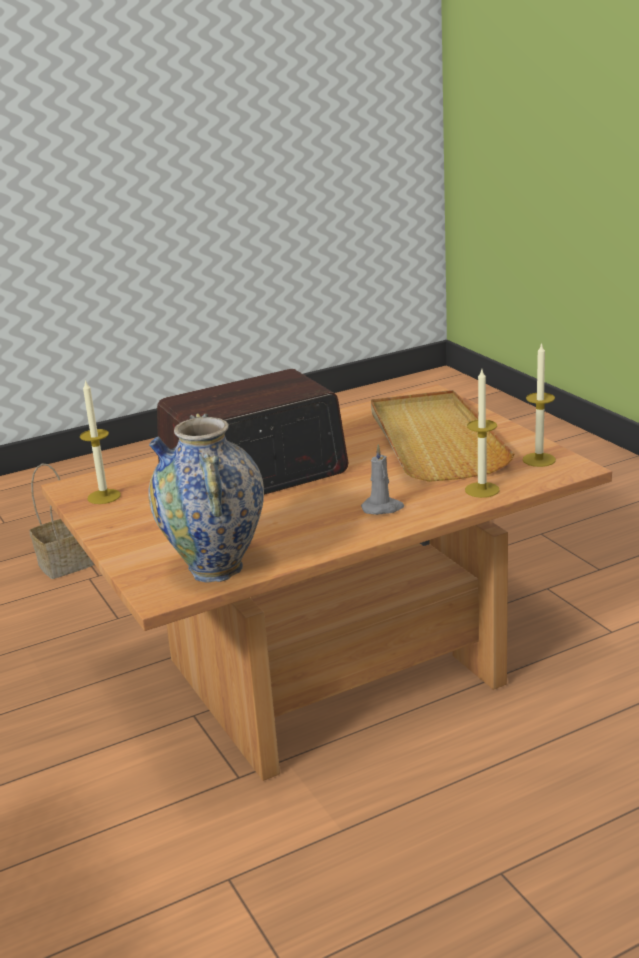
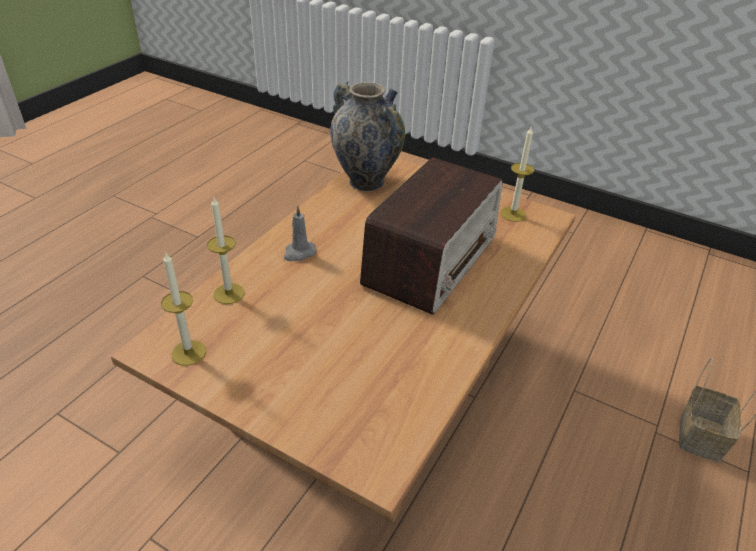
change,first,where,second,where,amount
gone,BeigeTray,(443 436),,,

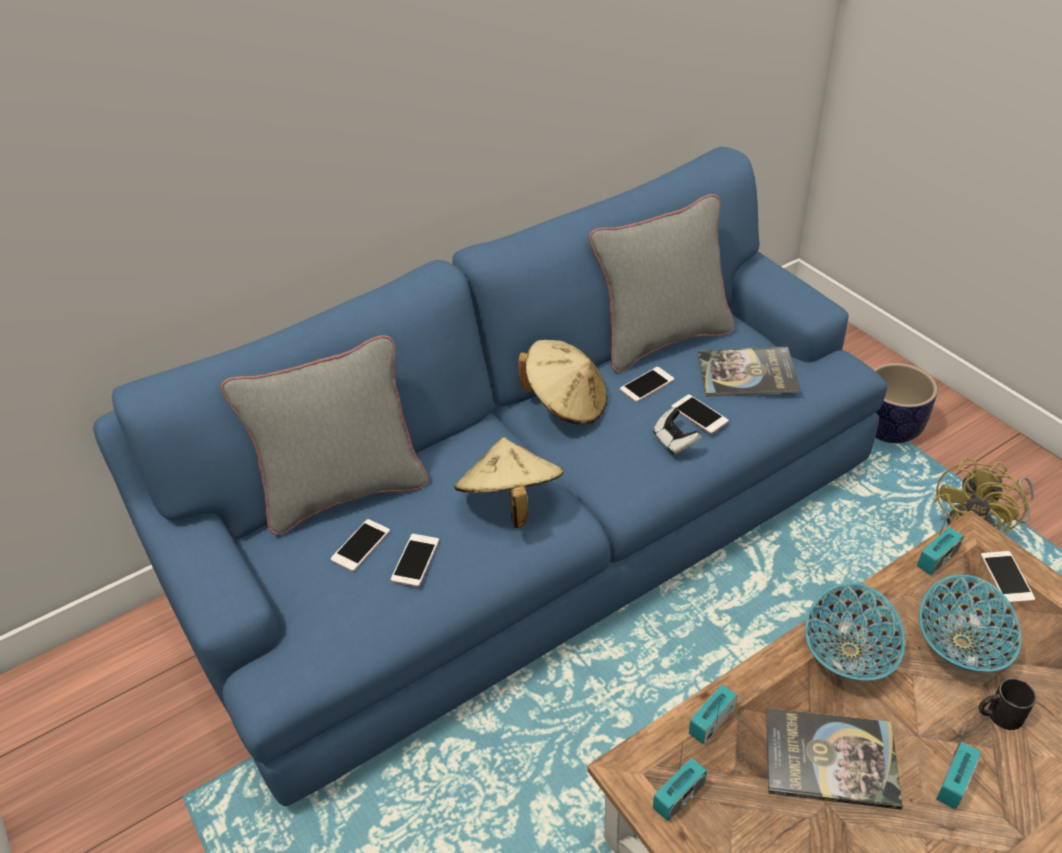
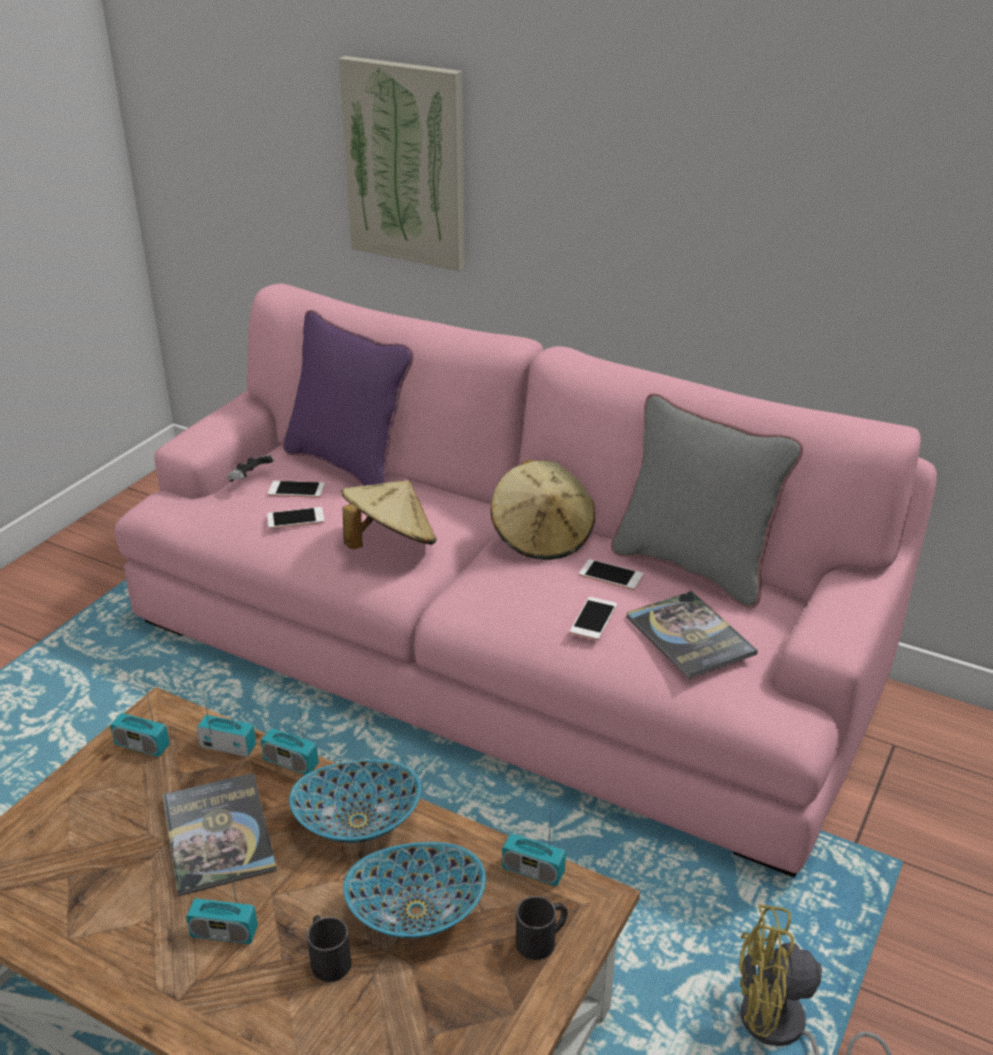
change,first,where,second,where,amount
repainted,BlueSofa,(490 476),PinkSofa,(526 581),
shifted,GameController,(677 431),,(250 468),
new,,,Radio,(289 736),
repainted,GreyPillow,(324 435),PurplePillow,(348 398),
new,,,Picture,(401 163),
swapped,Phone,(1007 577),BlackMug,(542 928),
gone,Planter,(905 403),,,

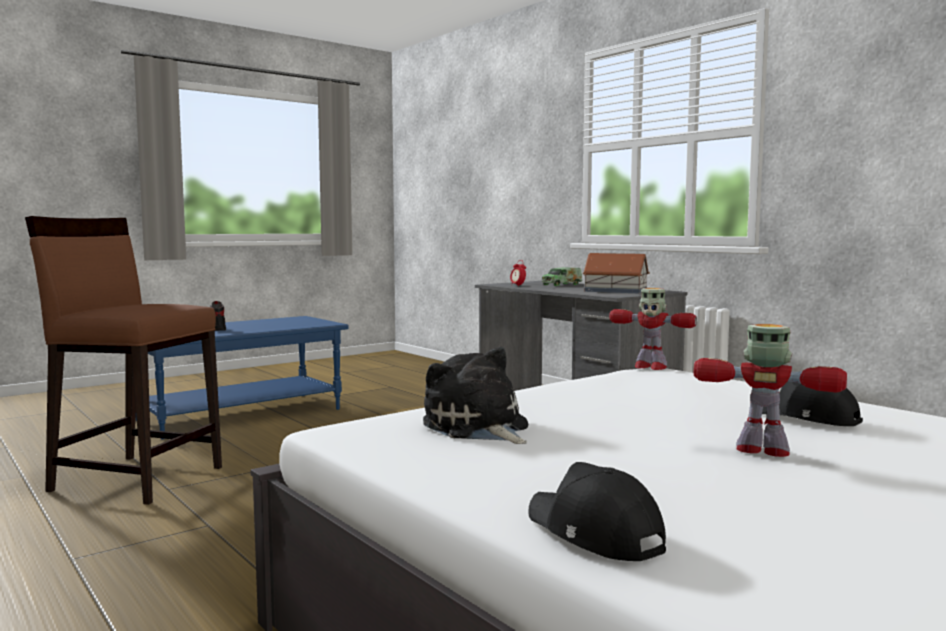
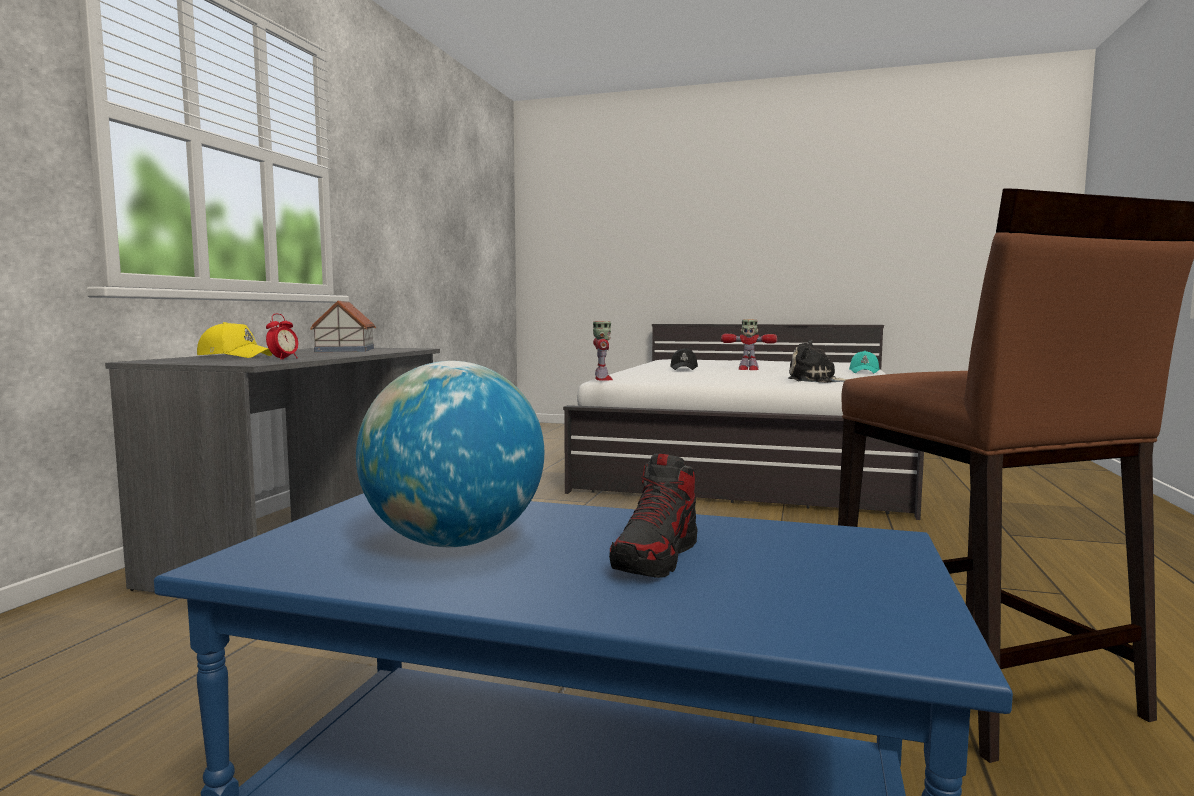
change,first,where,second,where,amount
swapped,ToyTruck,(562 277),YellowCap,(234 340),
new,,,Globe,(450 454),
rotated,ToyRobot,(770 390),,(749 344),60 degrees counterclockwise
rotated,PlushToy,(475 395),,(818 361),90 degrees clockwise
repainted,BlackCap,(597 511),TurquoiseCap,(864 362),

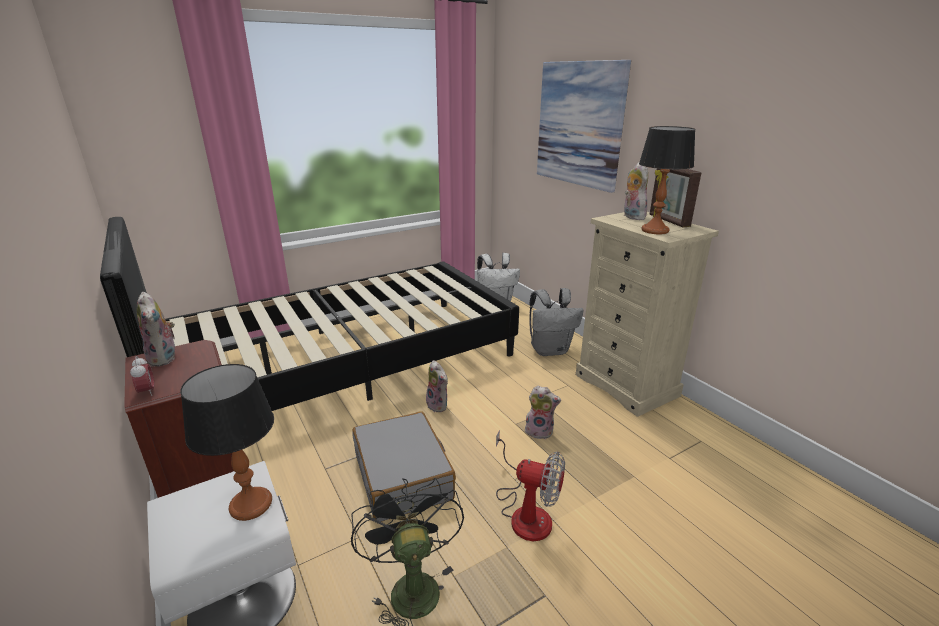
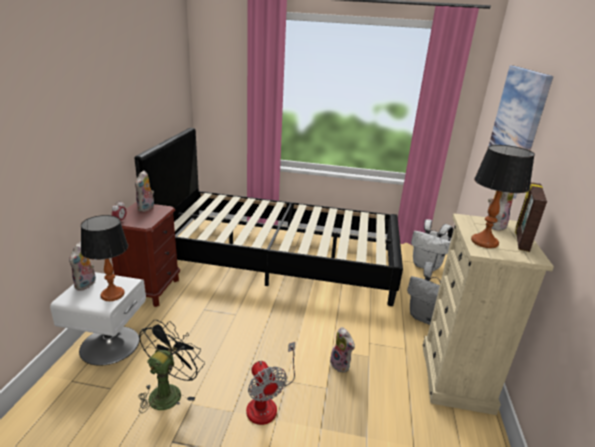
change,first,where,second,where,amount
shifted,PlushToy,(437 386),,(82 266),
gone,GreySuitcase,(404 466),,,

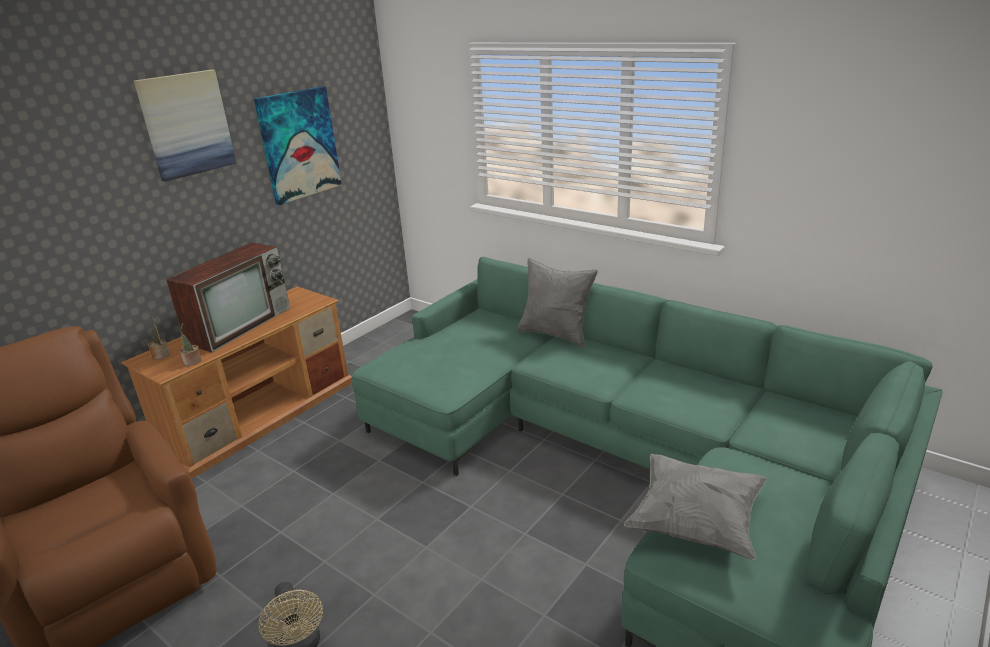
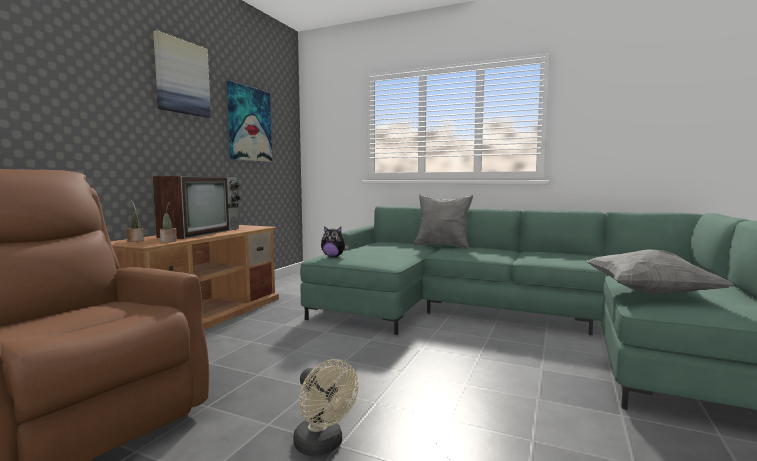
change,first,where,second,where,amount
new,,,PlushToy,(335 241),

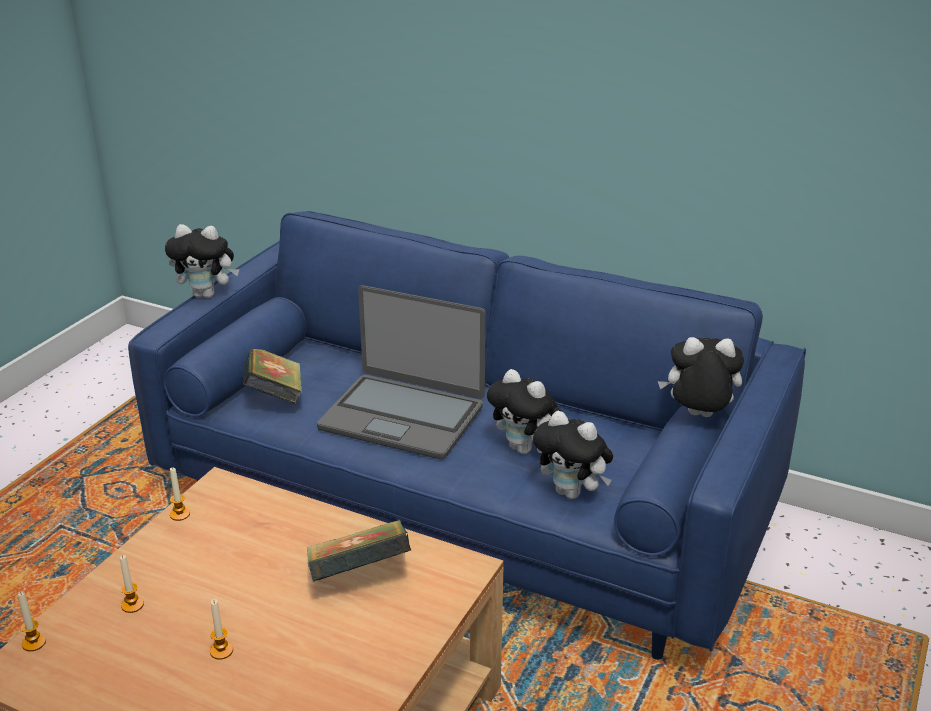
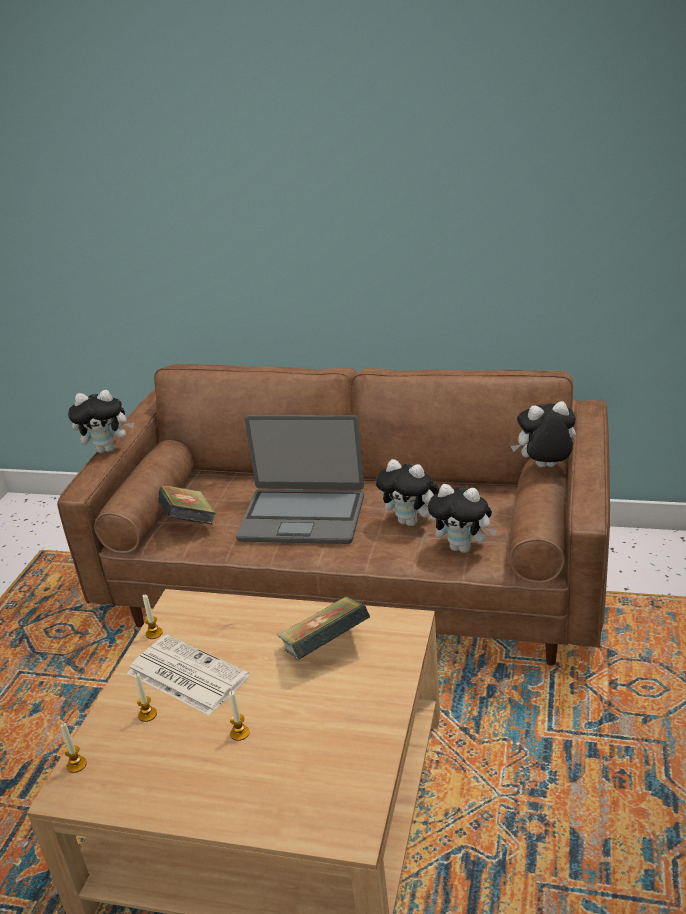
change,first,where,second,where,amount
repainted,BlueSofa,(467 435),BrownSofa,(333 515),
new,,,Newspaper,(188 675),

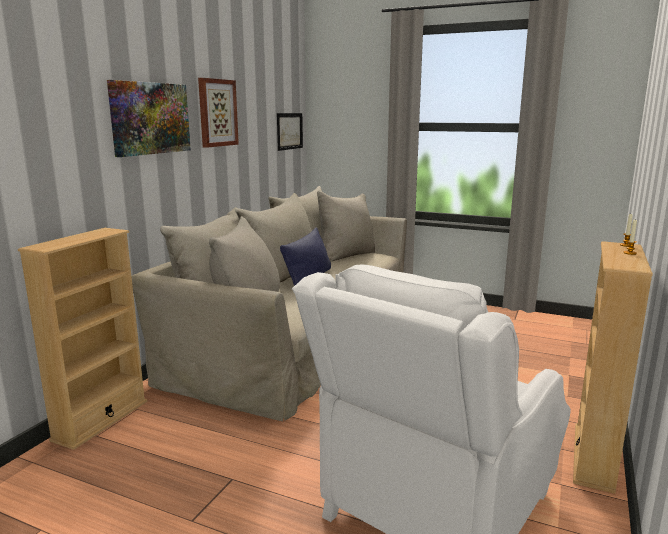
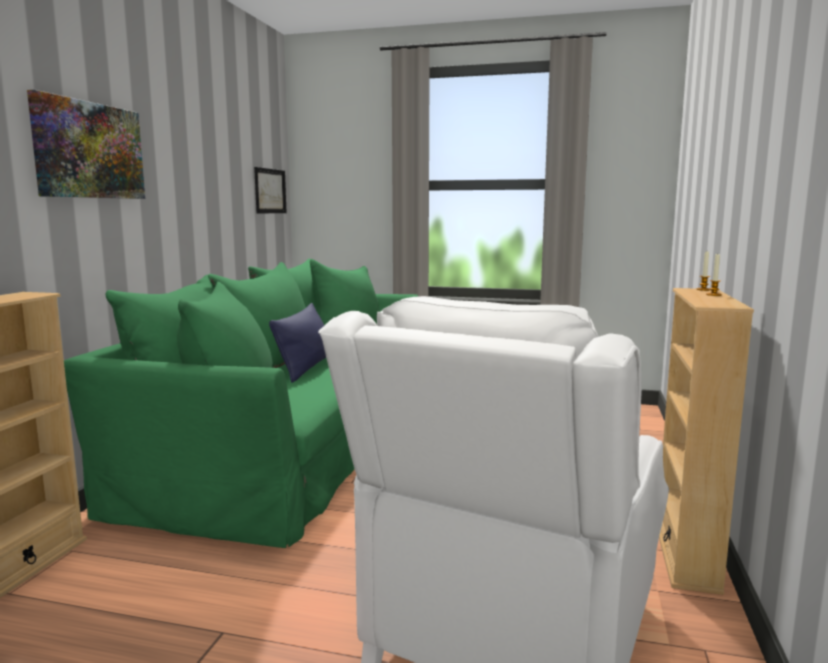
change,first,where,second,where,amount
repainted,BeigeSofa,(269 303),GreenSofa,(241 403),
gone,Picture,(218 113),,,

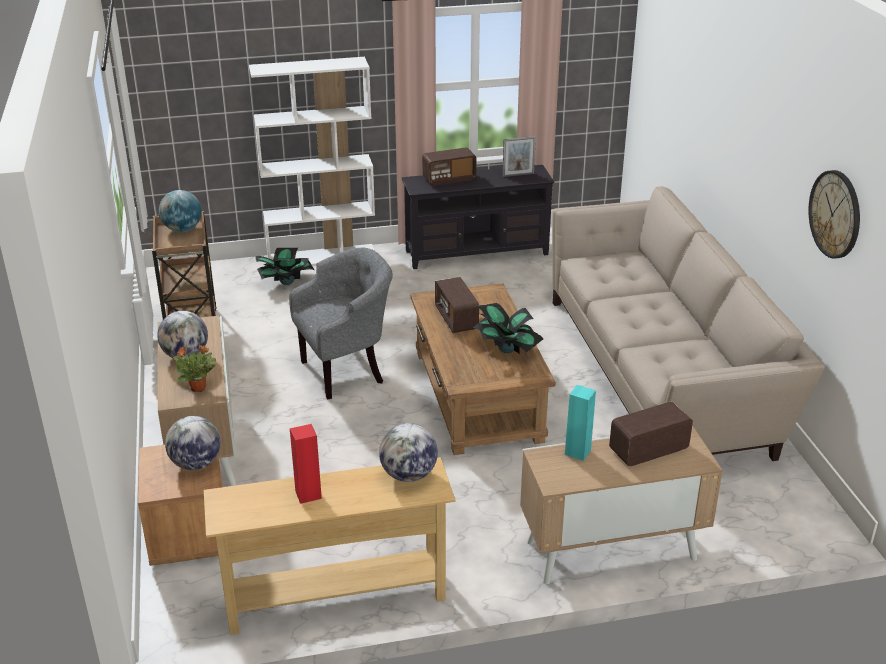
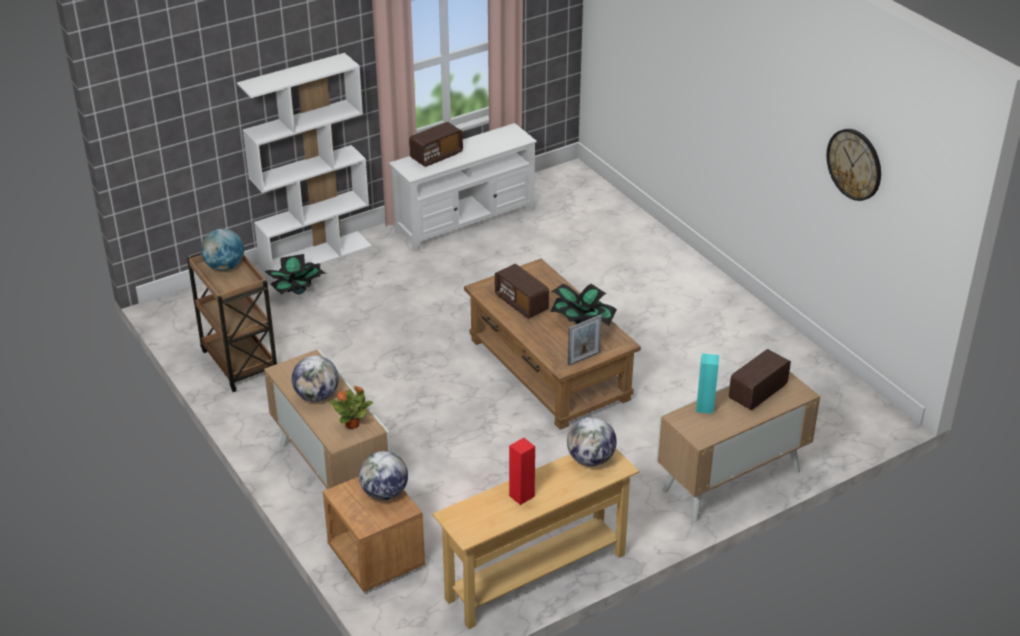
change,first,where,second,where,amount
repainted,BlackTvStand,(478 217),WhiteTvStand,(463 187),
shifted,PictureFrame,(519 156),,(585 340),
gone,GreyArmchair,(341 324),,,
gone,BeigeSofa,(688 323),,,

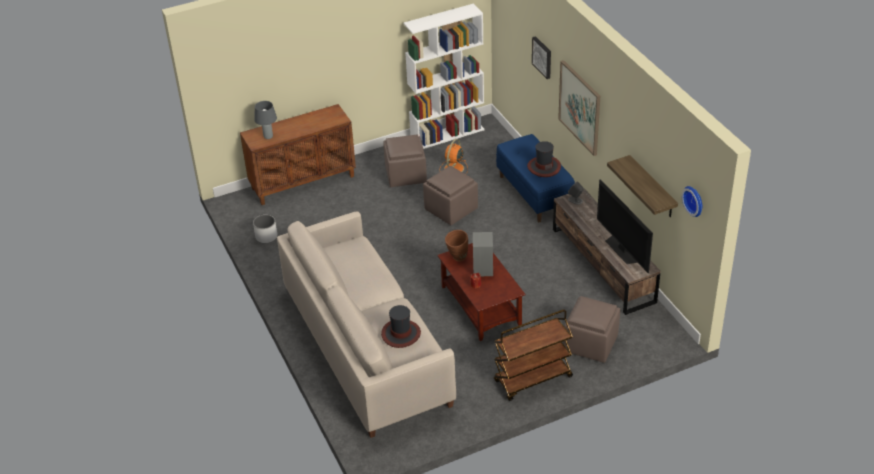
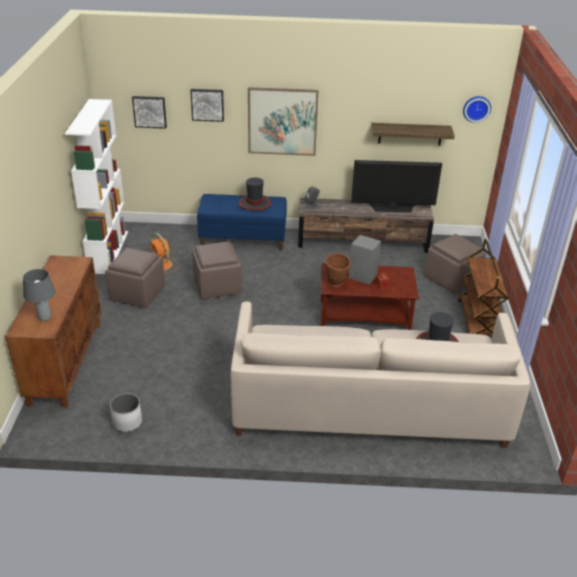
change,first,where,second,where,amount
new,,,Picture,(149 112),

